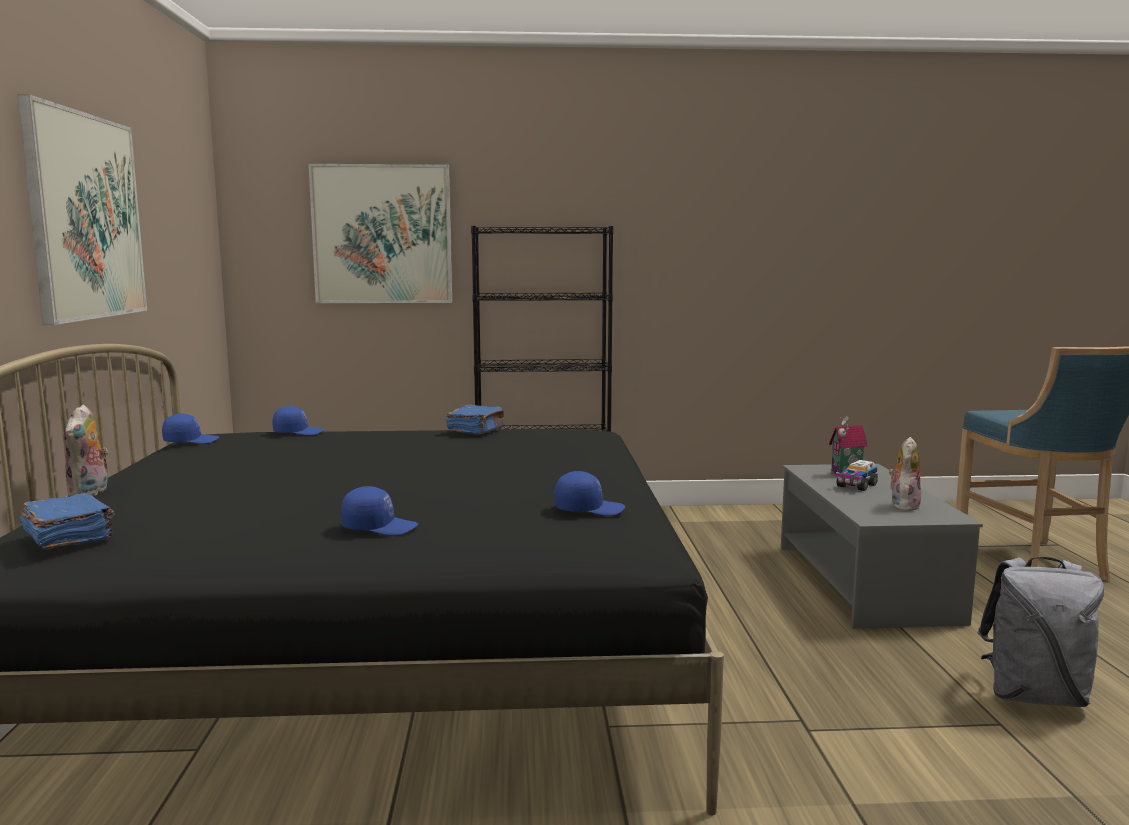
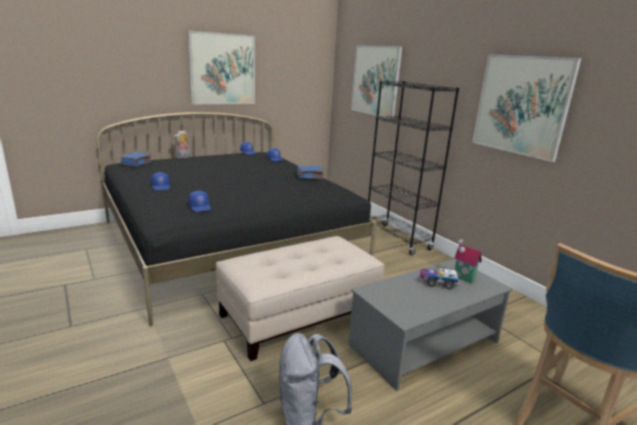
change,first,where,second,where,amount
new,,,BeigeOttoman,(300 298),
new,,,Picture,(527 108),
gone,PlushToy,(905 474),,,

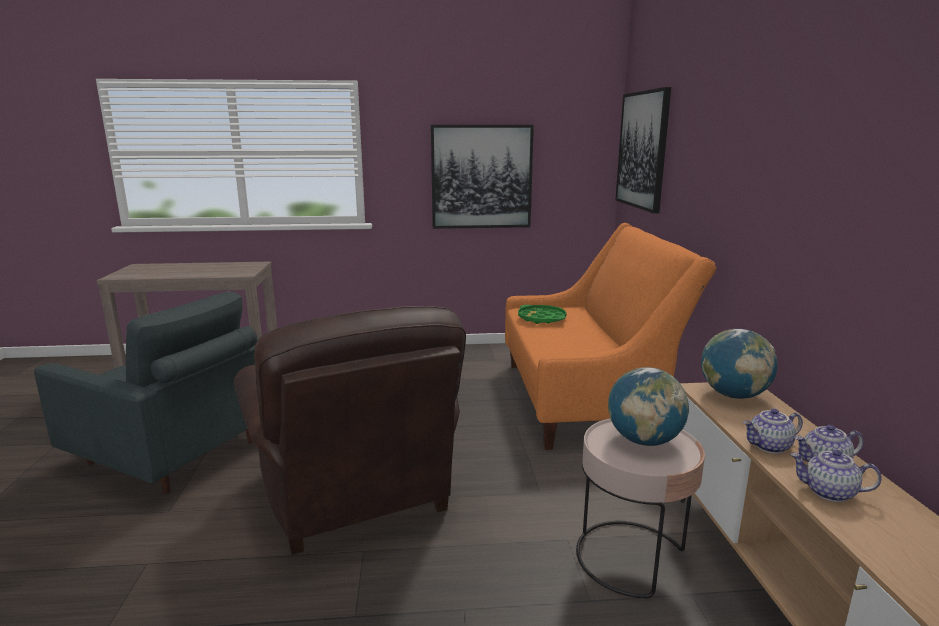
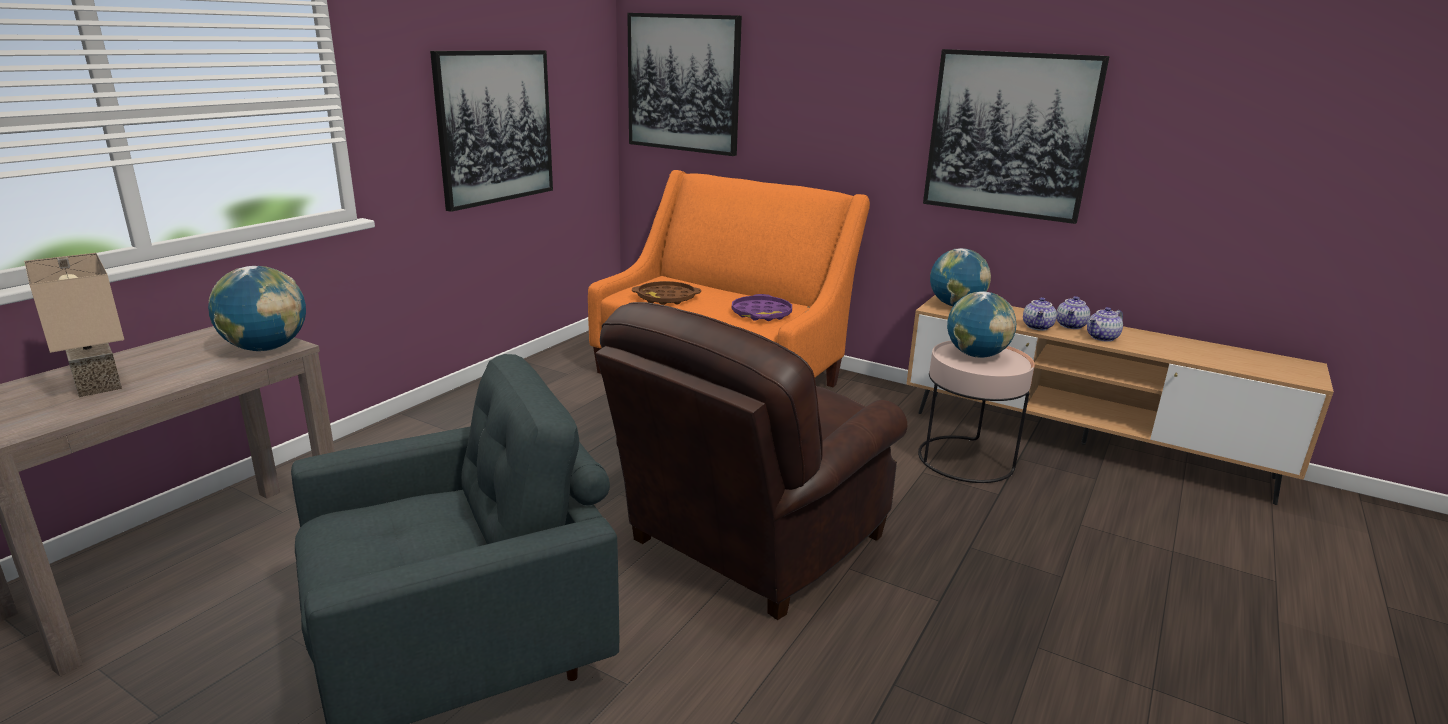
change,first,where,second,where,amount
new,,,BeigeTableLamp,(74 325),
new,,,Globe,(257 308),
rotated,BrownArmchair,(350 430),,(751 461),120 degrees clockwise
repainted,GreenTray,(542 314),BrownTray,(666 293),
new,,,PurpleTray,(762 307),
new,,,Picture,(1016 136),

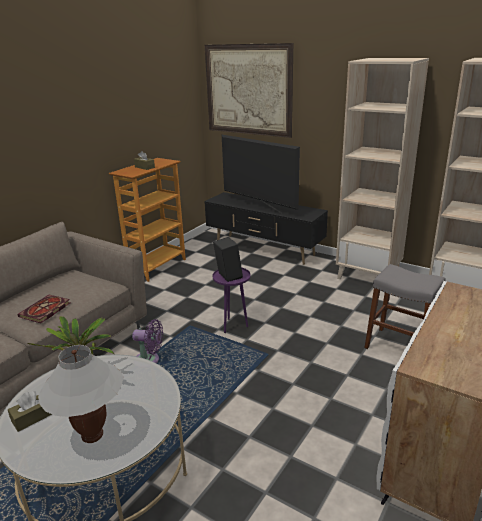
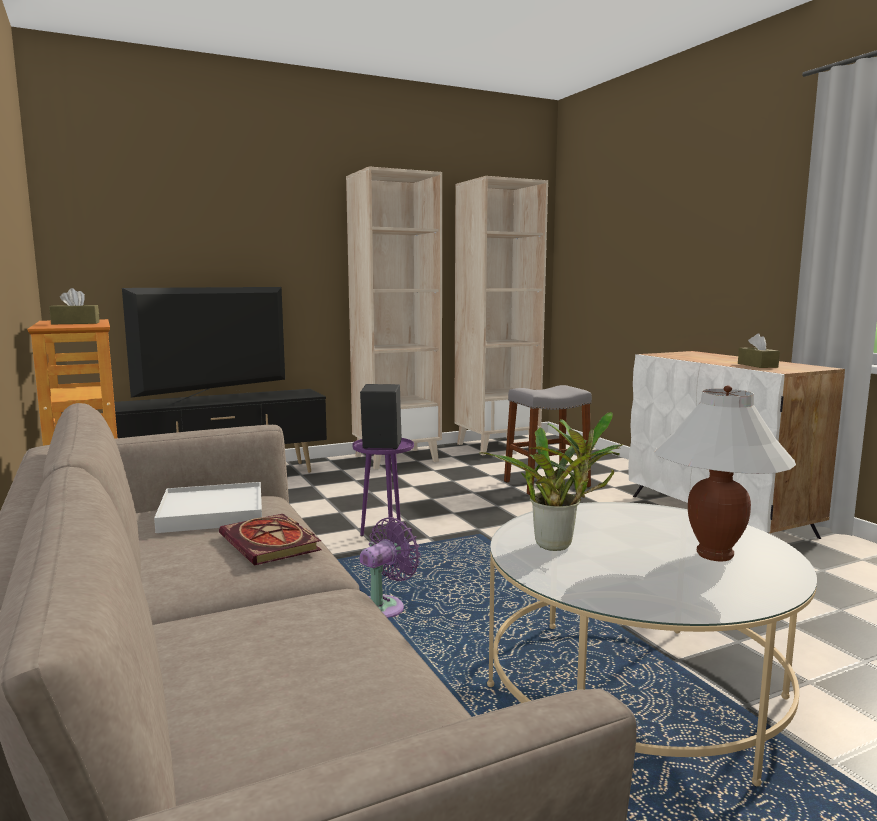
change,first,where,second,where,amount
rotated,Television,(261 174),,(203 347),150 degrees clockwise
new,,,WhiteTray,(208 507),
shifted,BrownTissueBox,(30 411),,(759 350),
gone,Picture,(249 90),,,

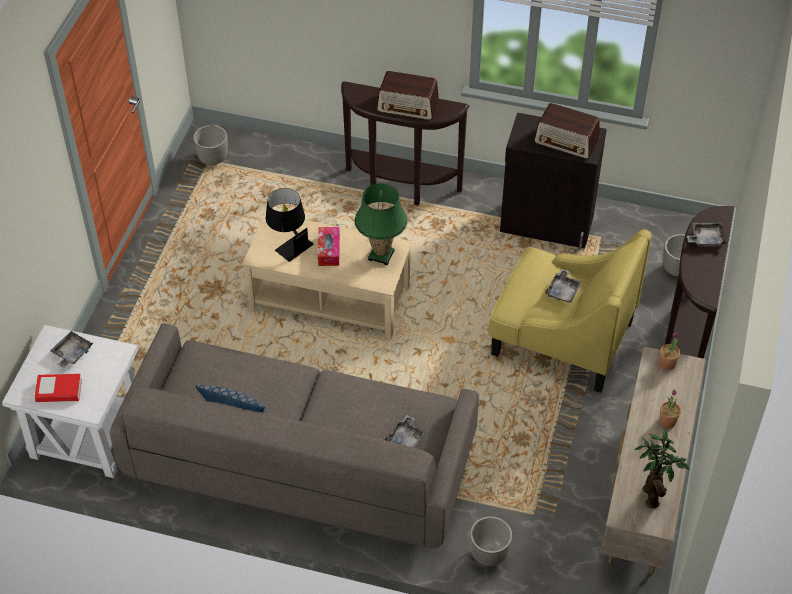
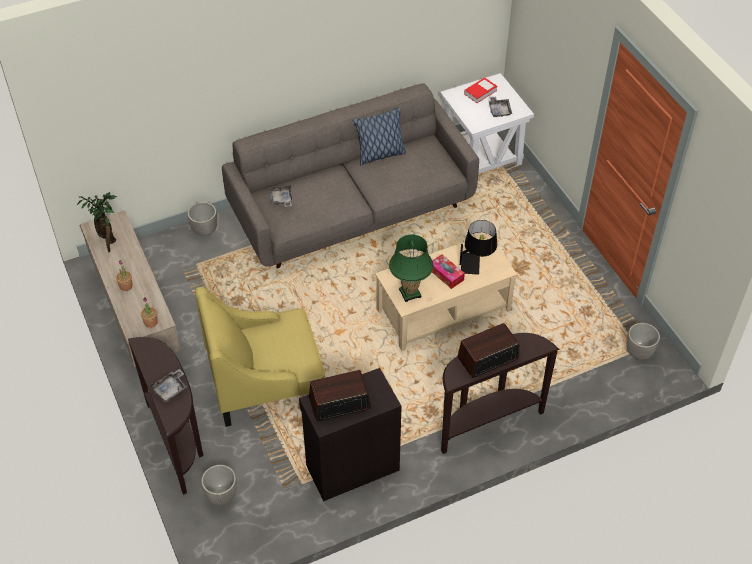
change,first,where,second,where,amount
gone,GreyTray,(563 285),,,

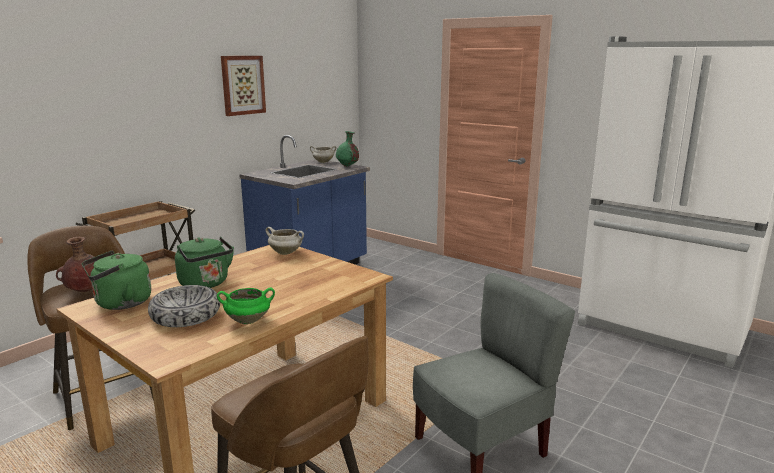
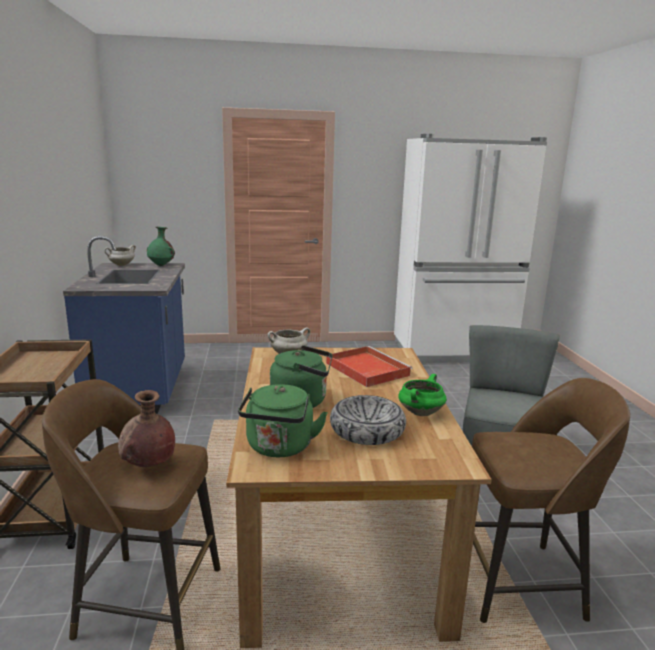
change,first,where,second,where,amount
new,,,RedTray,(369 366),
gone,Picture,(243 86),,,

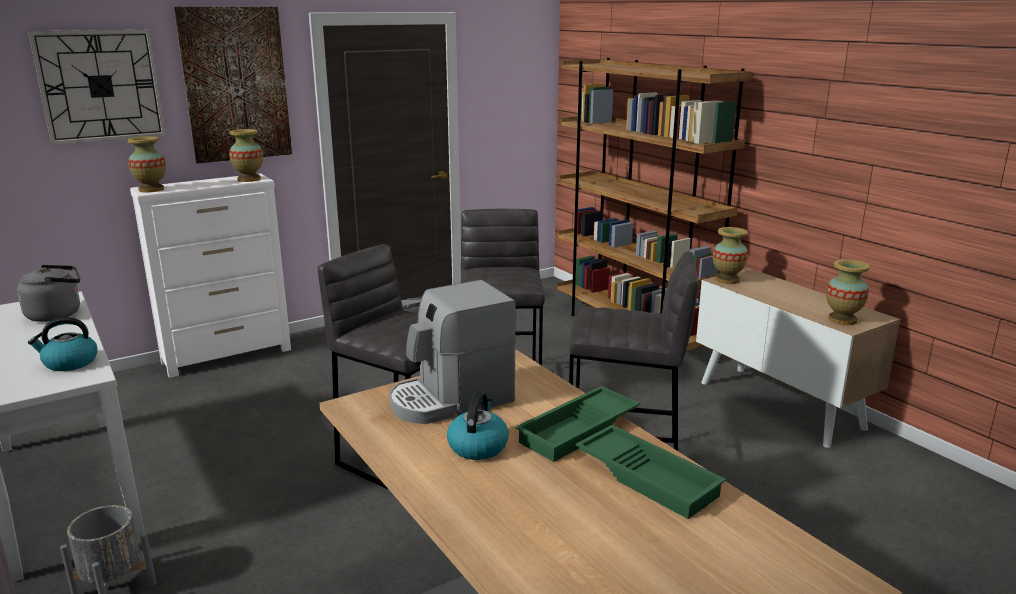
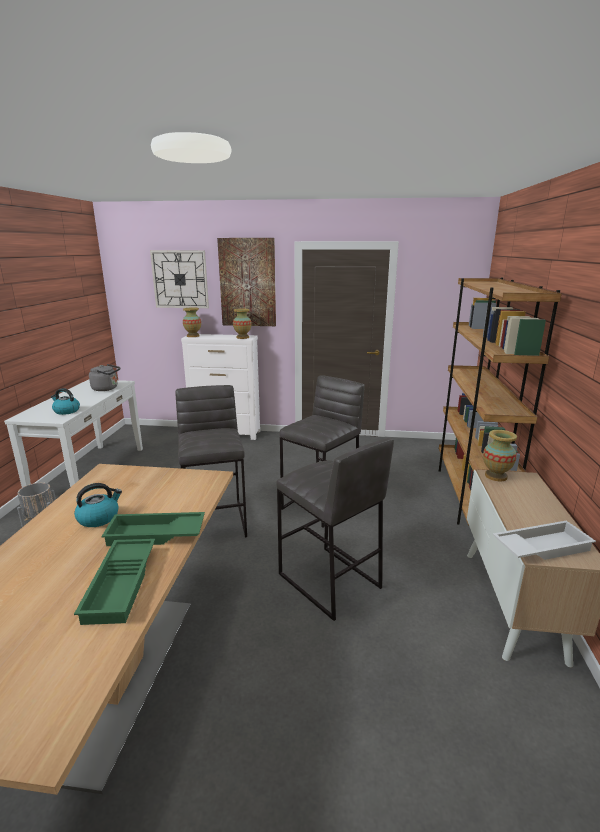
change,first,where,second,where,amount
swapped,Vase,(848 292),WhiteTray,(544 540),
gone,CoffeeMachine,(452 352),,,

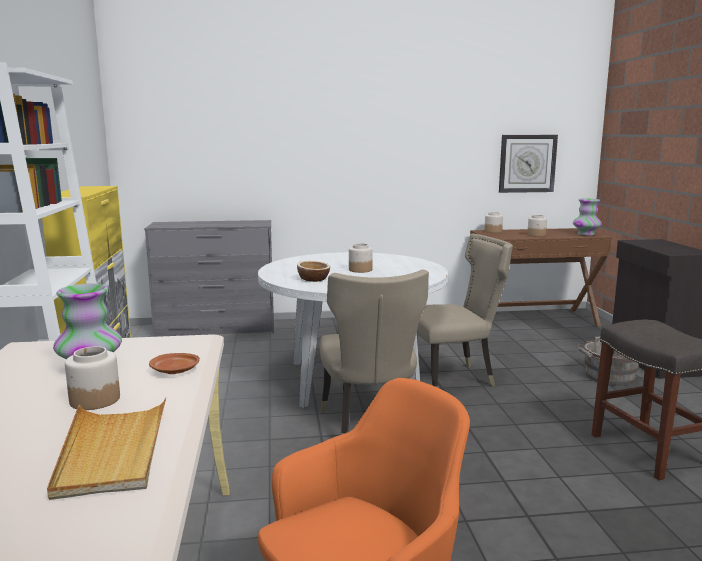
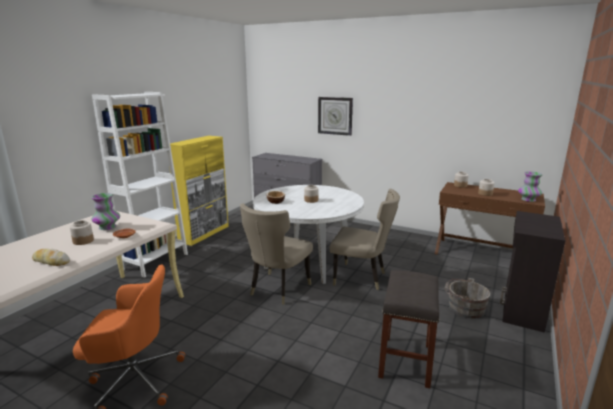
change,first,where,second,where,amount
swapped,BeigeTray,(106 448),Bread,(51 257),
shifted,WallClock,(528 164),,(335 116),

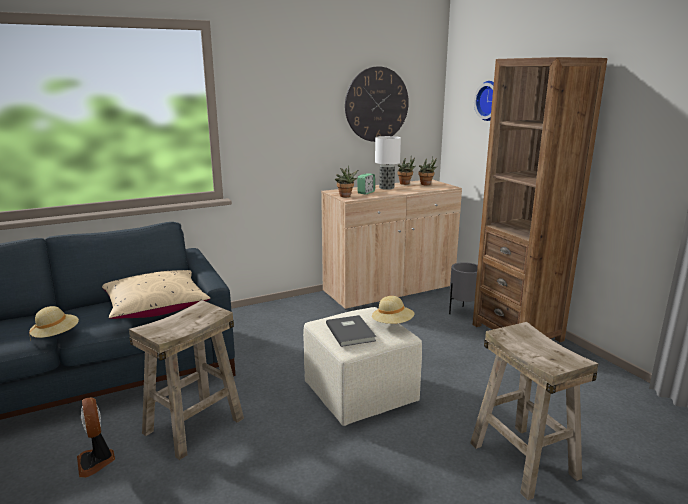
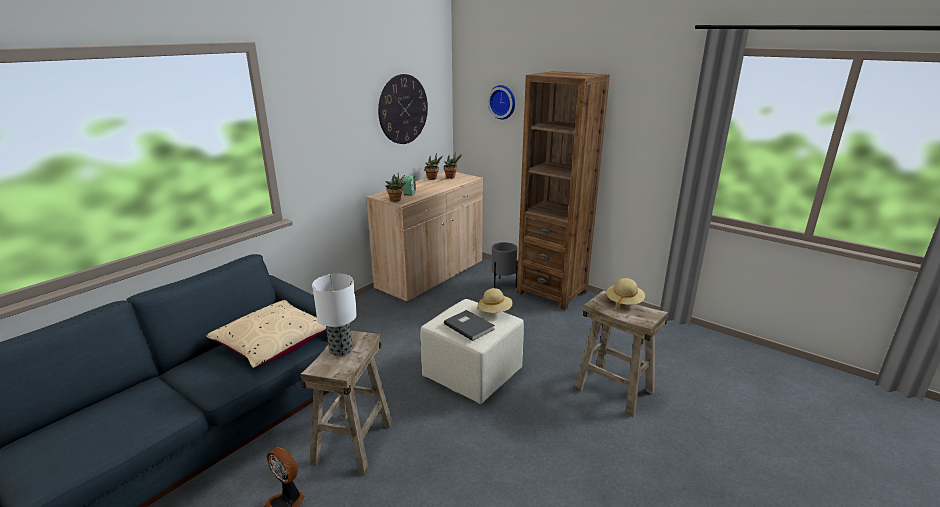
change,first,where,second,where,amount
shifted,TableLamp,(388 163),,(334 315),
shifted,BeigeHat,(54 323),,(625 294),

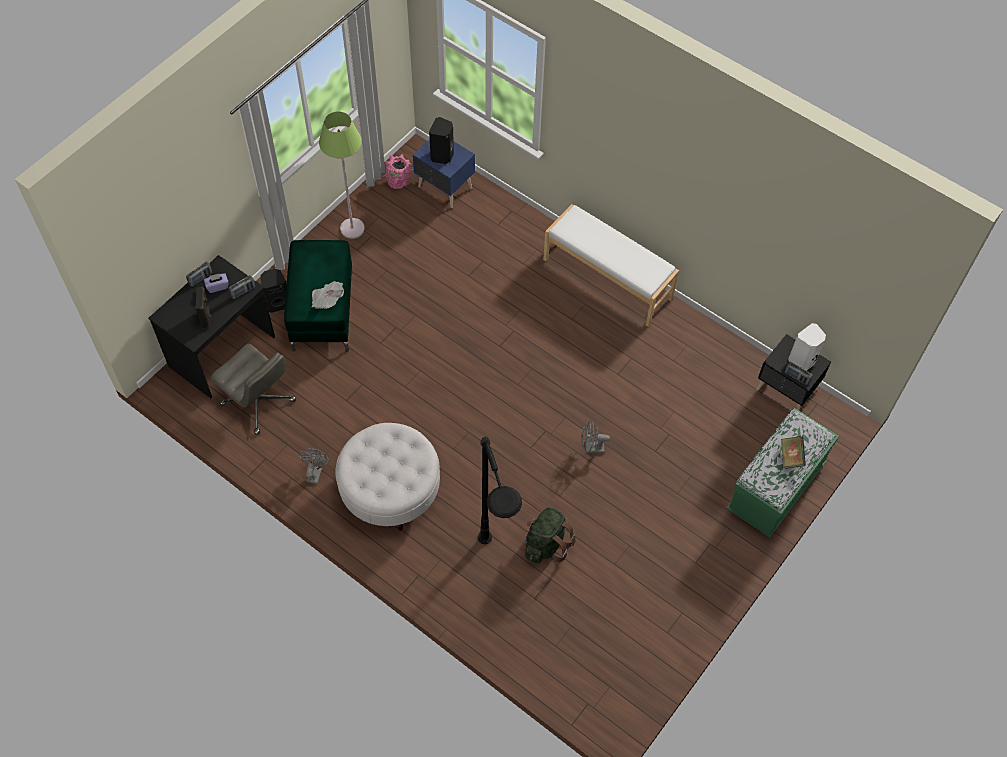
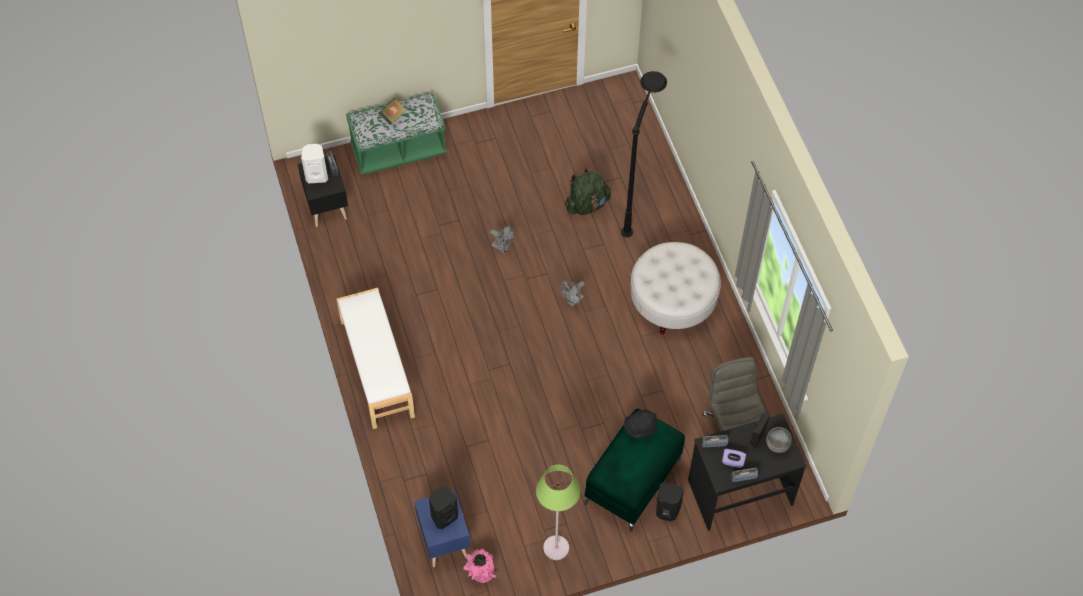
change,first,where,second,where,amount
shifted,GreyFan,(314 466),,(572 293),
swapped,Newspaper,(327 295),BlackHat,(641 424),
new,,,GreyBowl,(779 440),

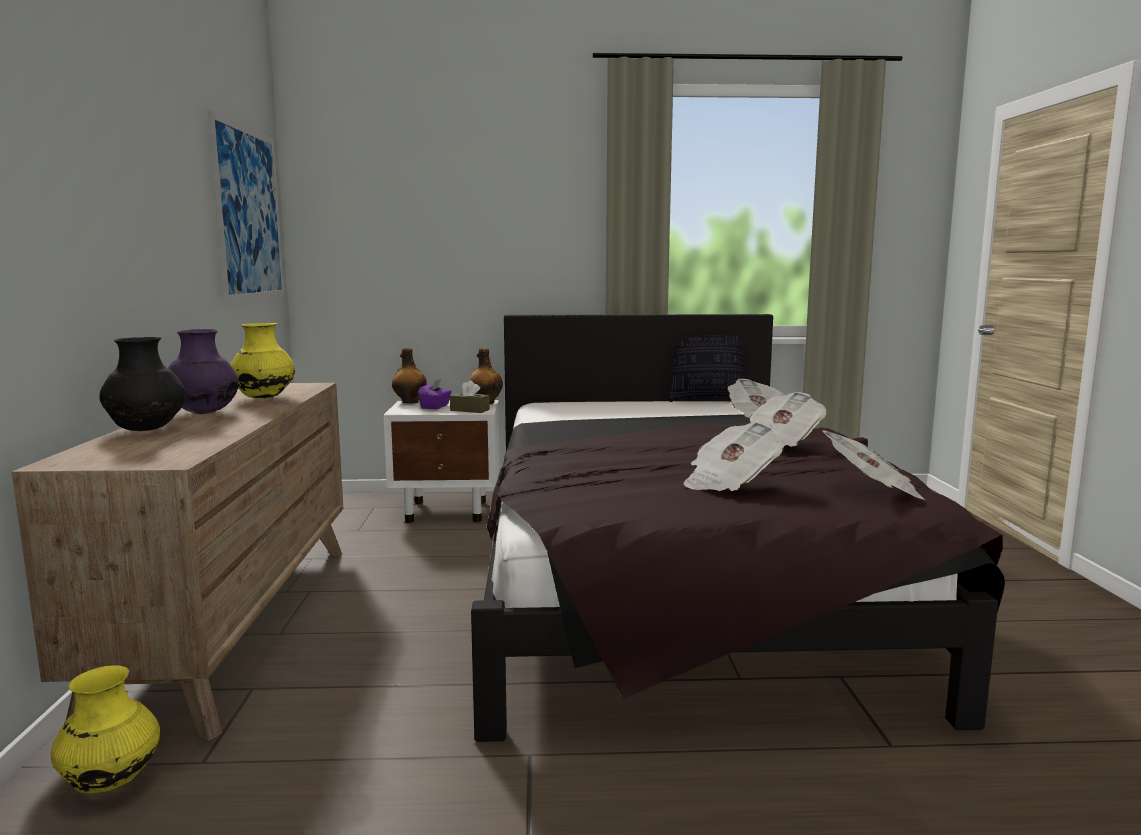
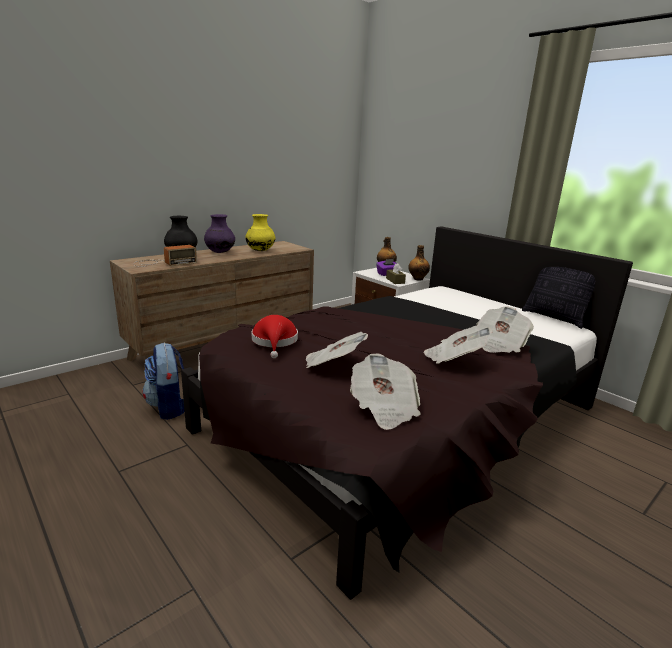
change,first,where,second,where,amount
new,,,Radio,(165 256),
new,,,Backpack,(164 381),
new,,,RedHat,(275 336),
gone,YellowVase,(105 729),,,
gone,Picture,(246 206),,,

